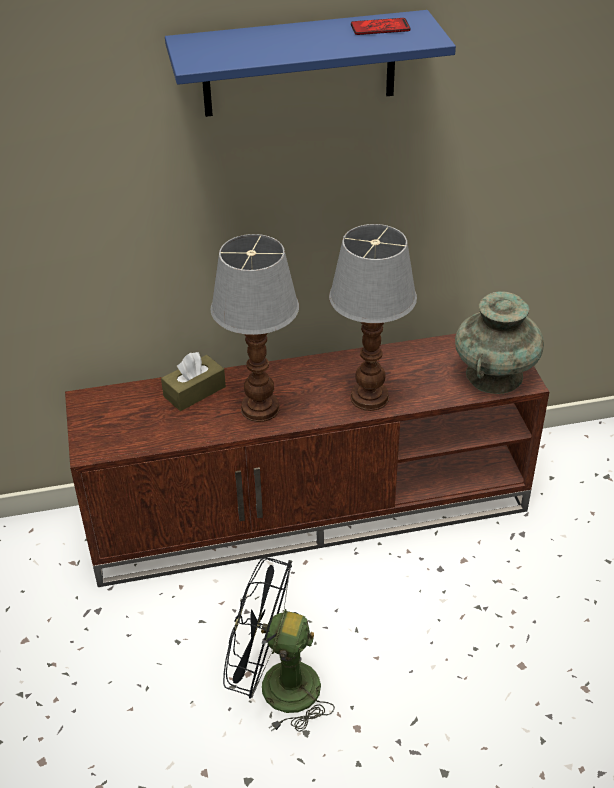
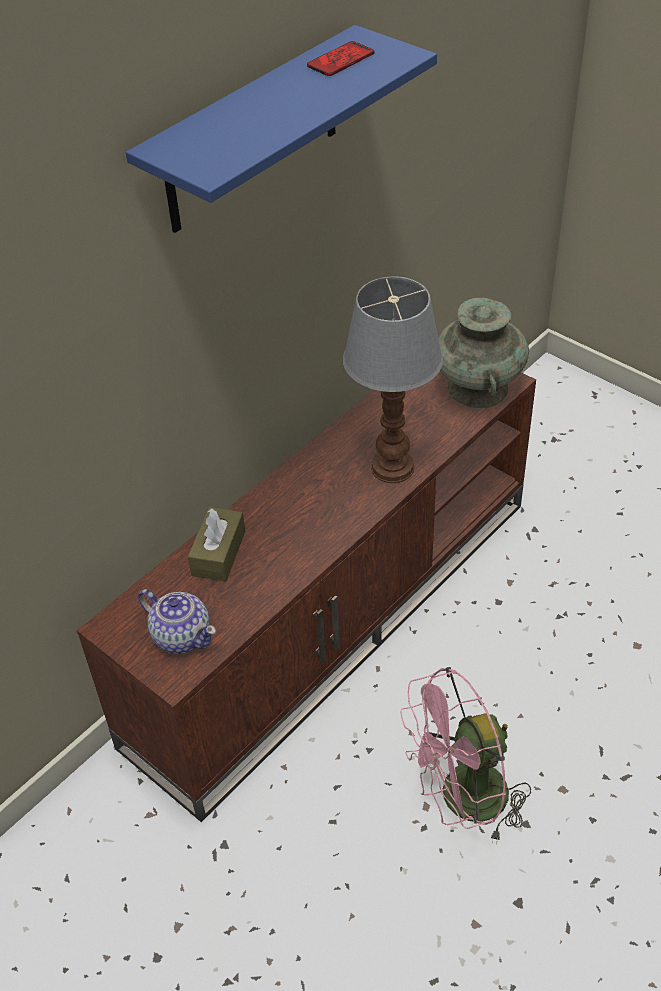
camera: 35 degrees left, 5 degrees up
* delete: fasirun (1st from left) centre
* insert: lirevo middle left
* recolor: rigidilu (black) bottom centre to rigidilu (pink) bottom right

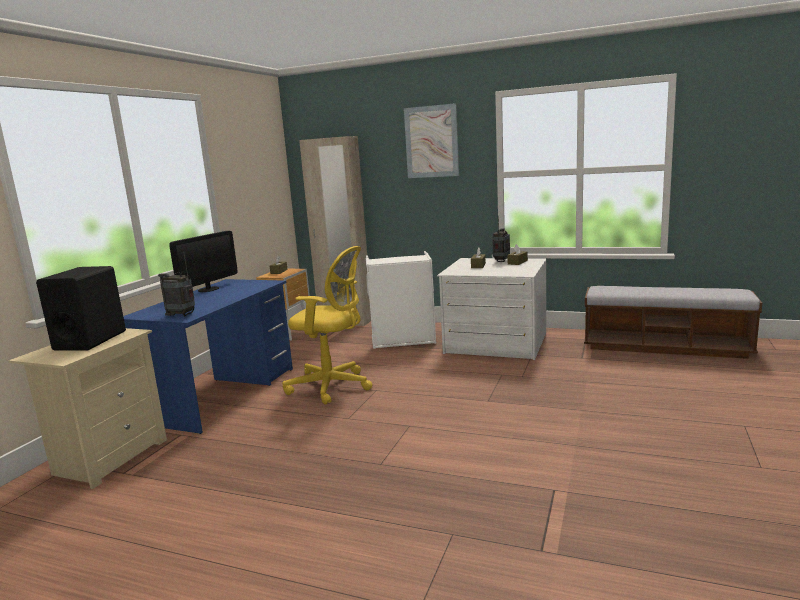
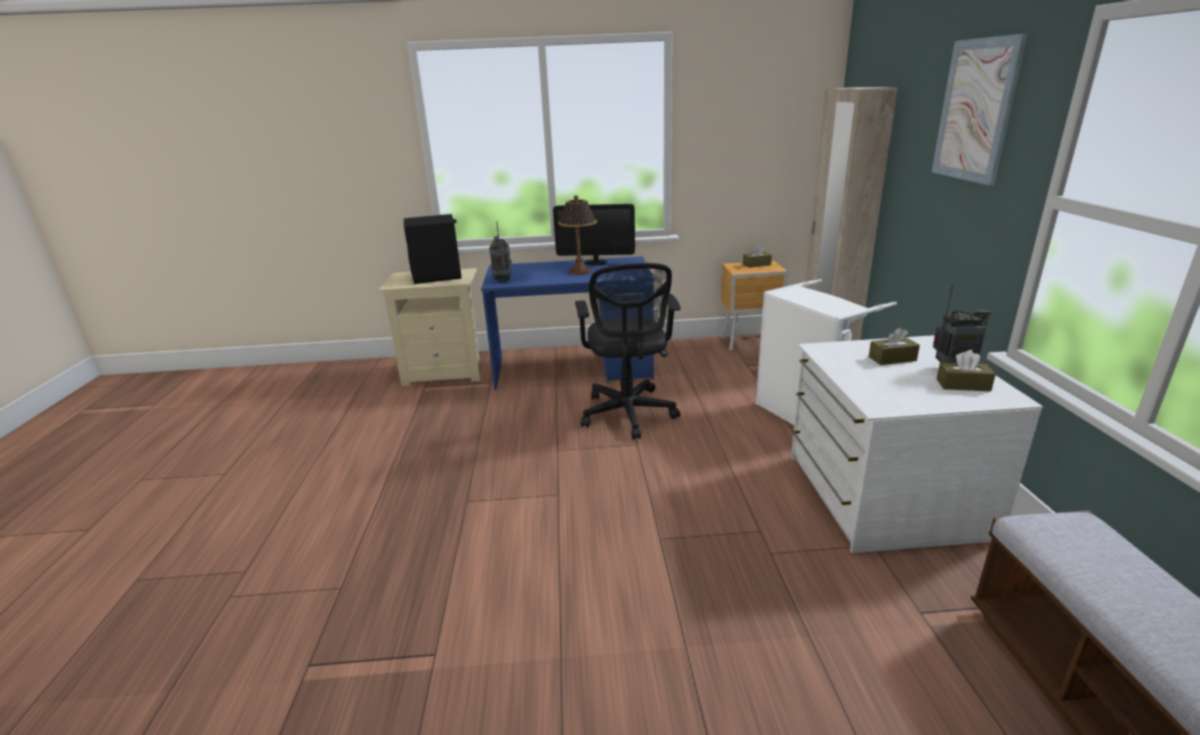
camera: 65 degrees right, 10 degrees up
* insert: fasirun top centre
* recolor: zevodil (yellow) centre to zevodil (black) centre

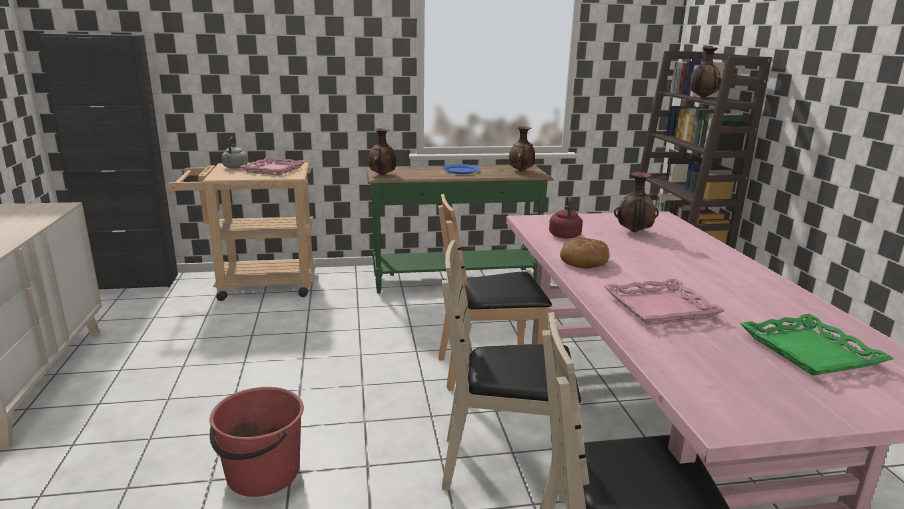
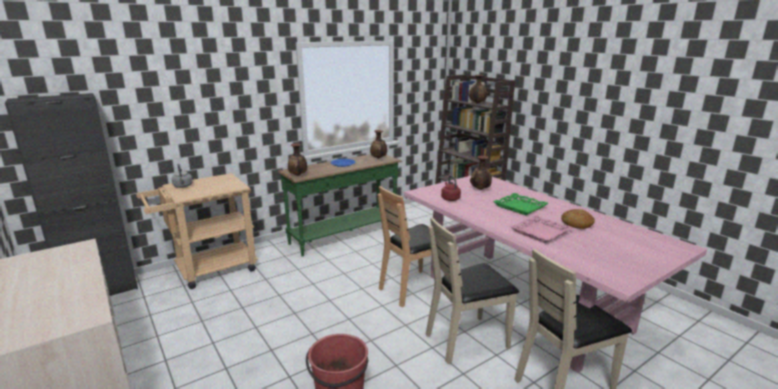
camera: 25 degrees left, 0 degrees up
* delete: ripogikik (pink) (1st from left) top left
* move: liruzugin centre to middle right
* move: ripogikik (green) bottom right to middle right

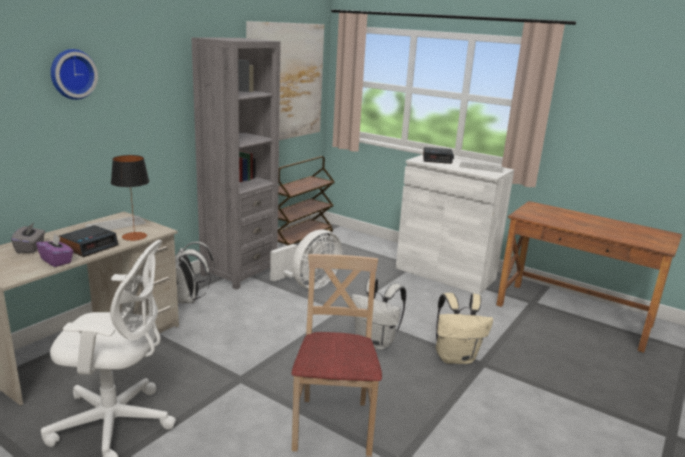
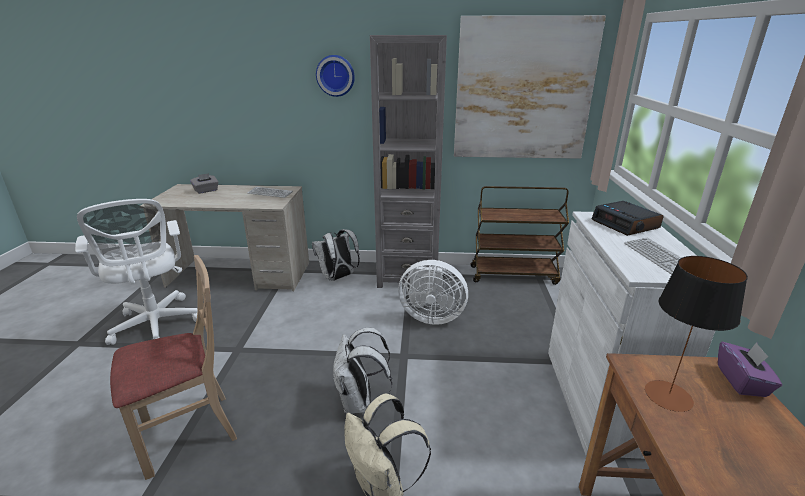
camera: 60 degrees right, 5 degrees up
* delete: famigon (1st from left) middle left
* move: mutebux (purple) middle left to bottom right
* move: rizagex top left to top centre
* move: fasirun middle left to bottom right

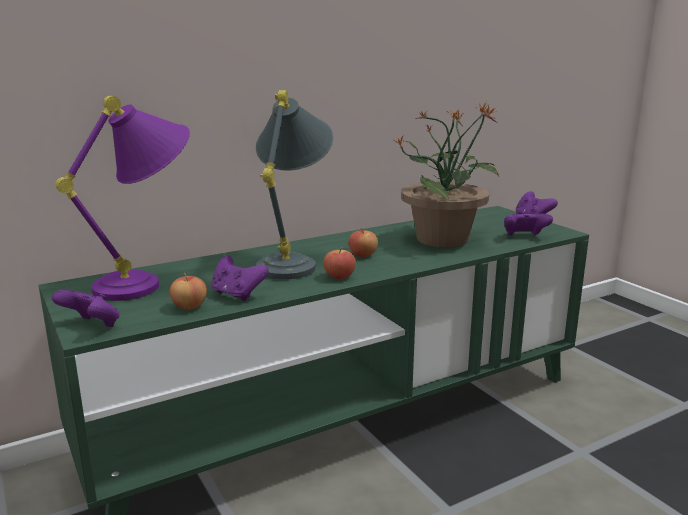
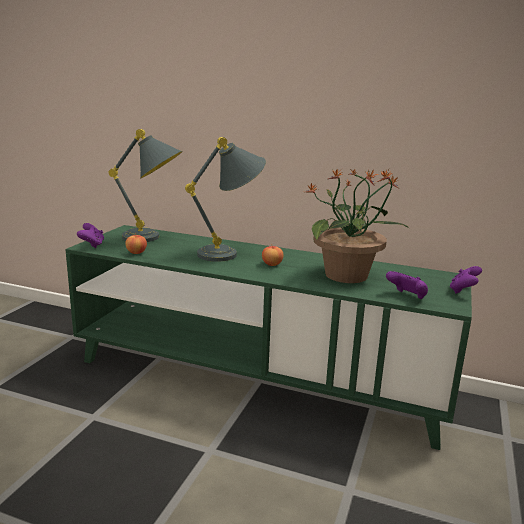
camera: 50 degrees right, 0 degrees up
* delete: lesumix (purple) (2nd from left) centre
* delete: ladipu (2nd from left) centre
* recolor: fasirun (purple) middle left to fasirun (grey) (1st from left) middle left

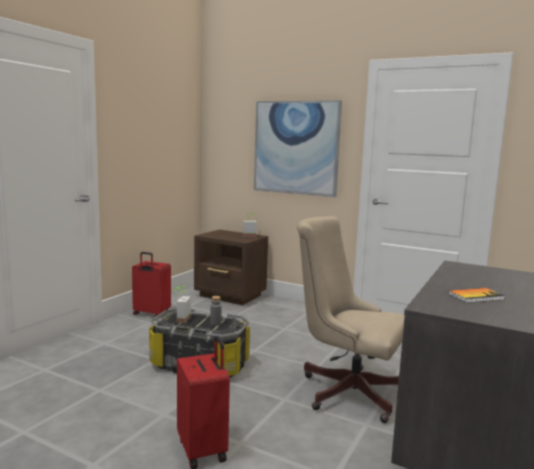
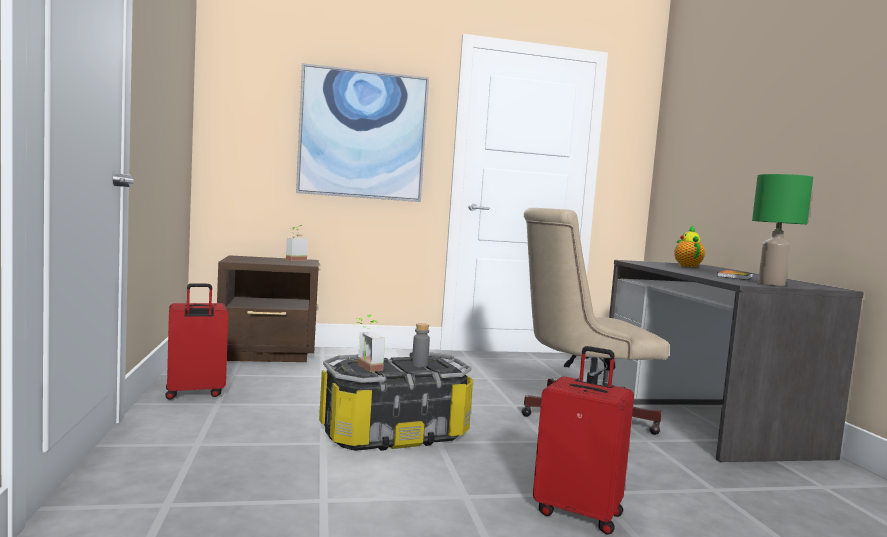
camera: 40 degrees left, 5 degrees down
* insert: lirevo middle right
* insert: fasirun (green) middle right

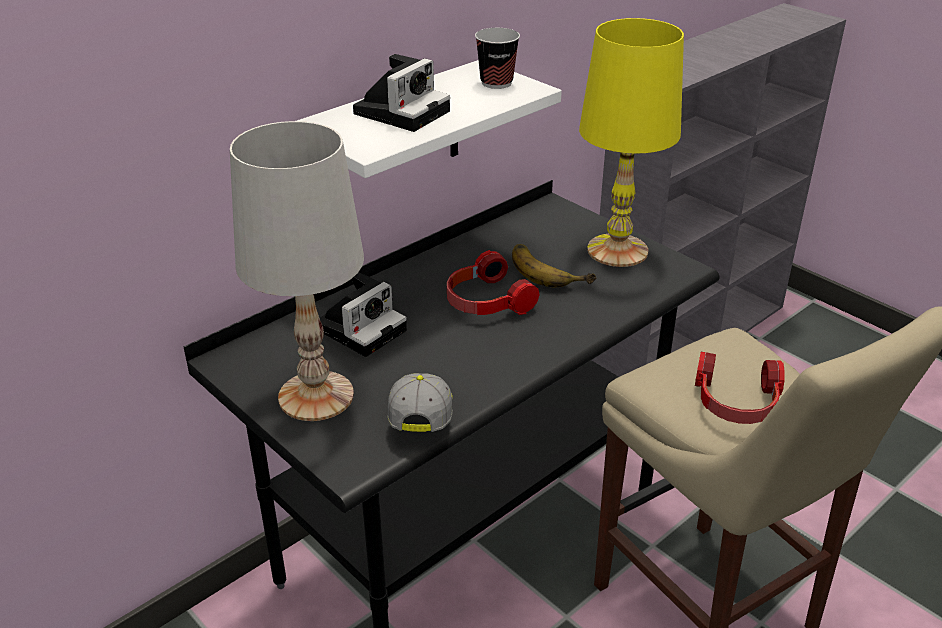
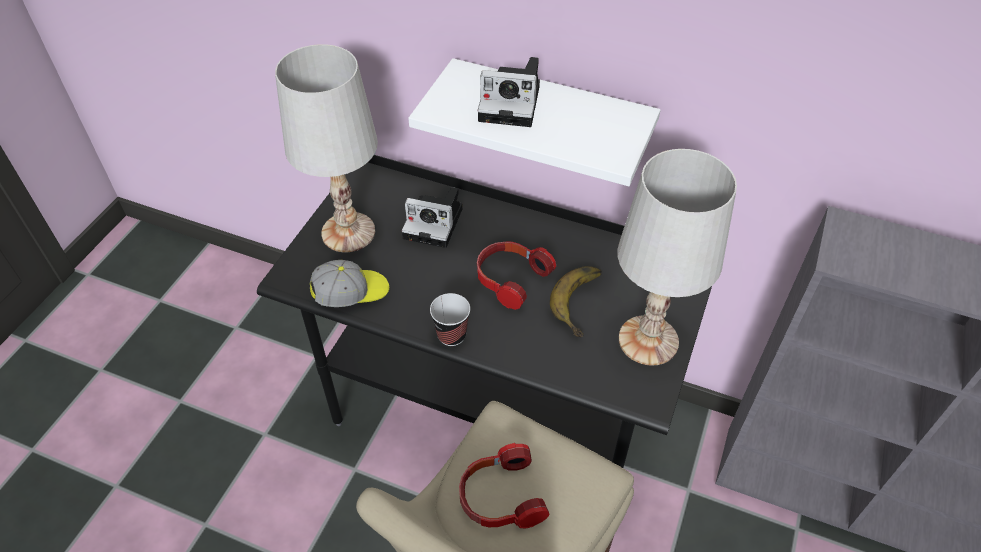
camera: 65 degrees right, 15 degrees up
* move: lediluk top centre to centre
* recolor: fasirun (yellow) top right to fasirun (white) (2nd from left) middle right

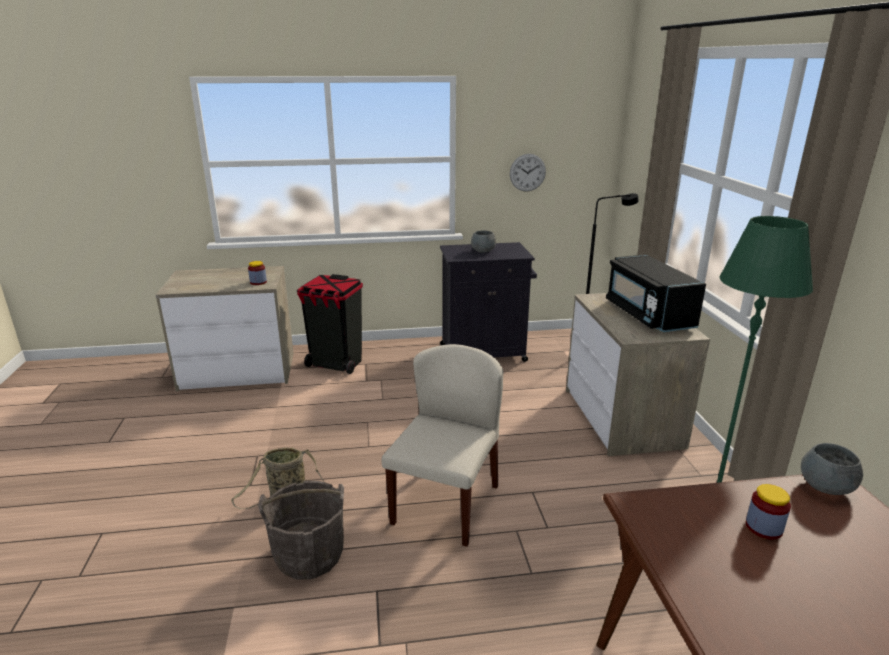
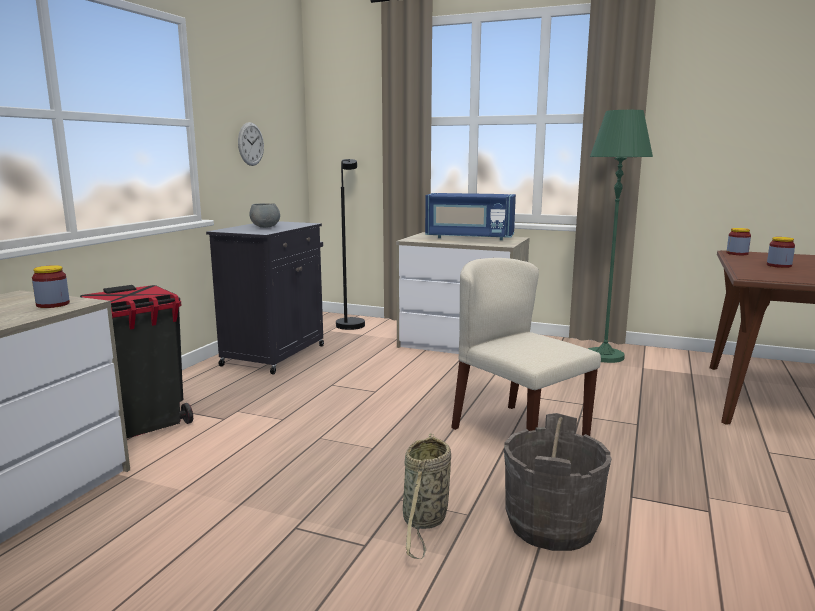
camera: 60 degrees left, 10 degrees down
* replace: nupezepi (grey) (2nd from left) bottom right to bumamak (2nd from left) middle right
* recolor: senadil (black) middle right to senadil (blue) centre

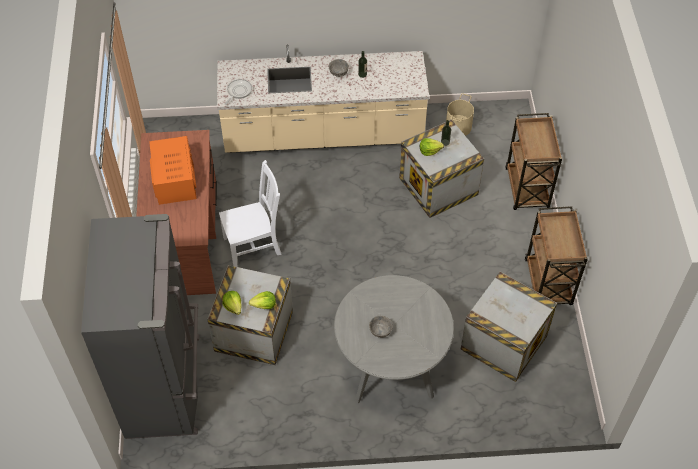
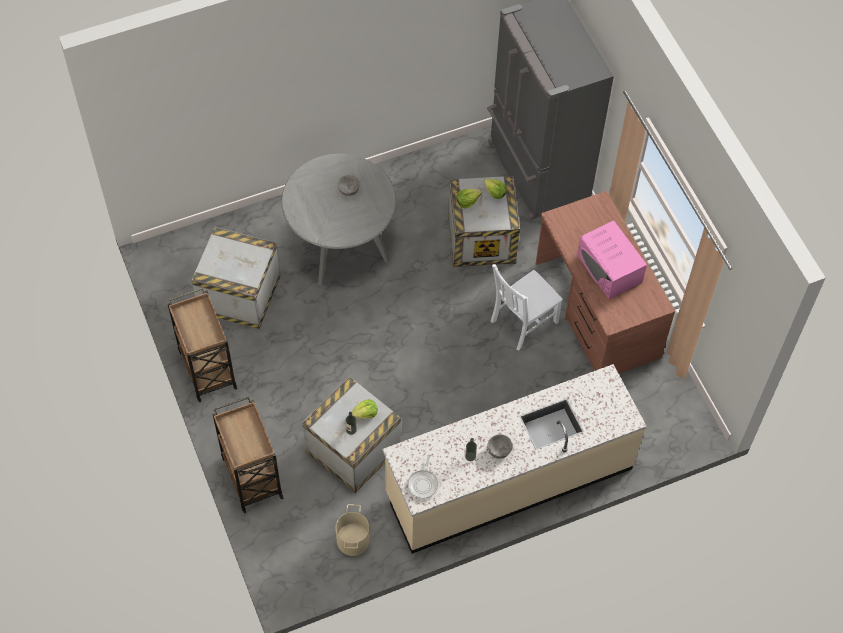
camera: 160 degrees right, 5 degrees up
* move: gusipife top centre to bottom centre
* recolor: senadil (orange) middle left to senadil (pink) middle right

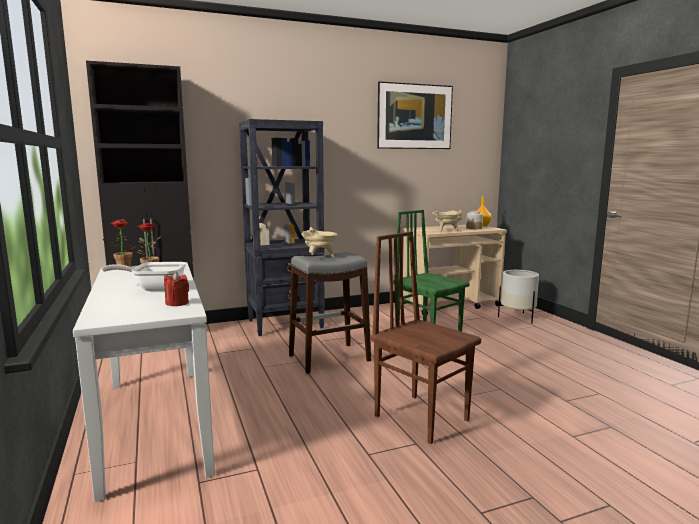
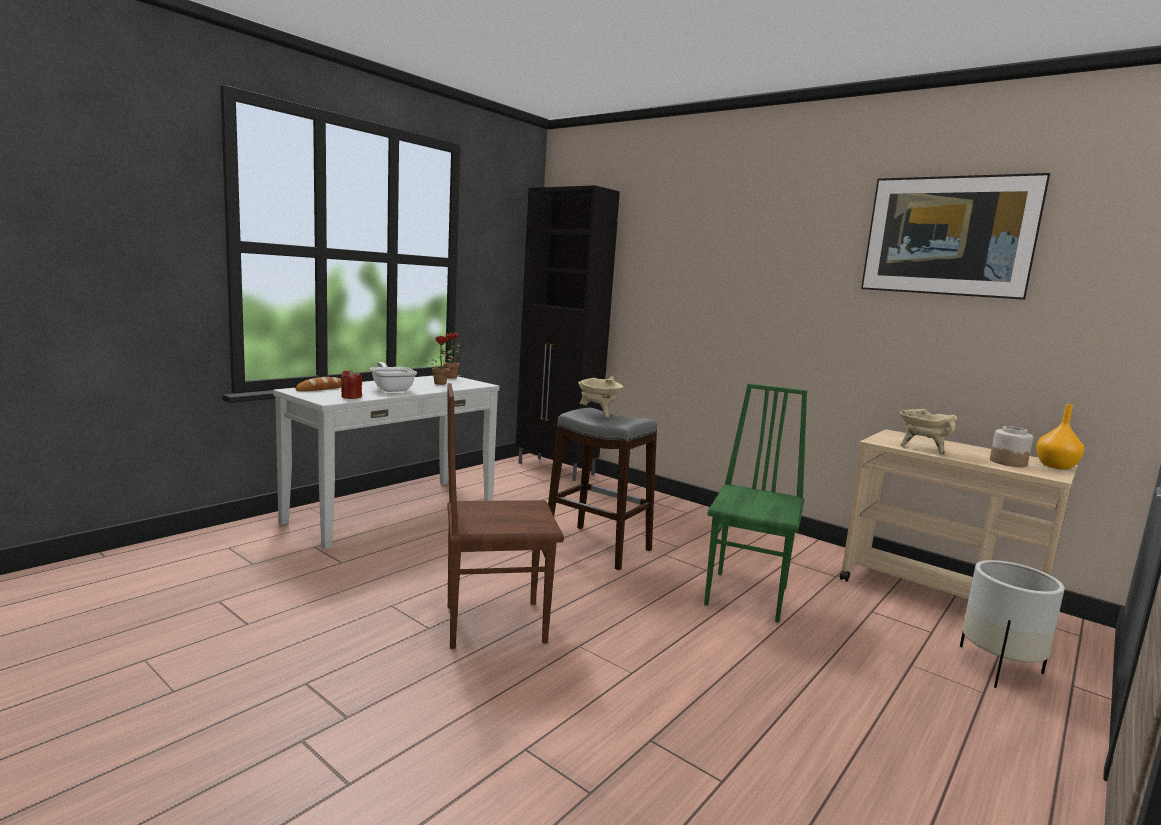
camera: 60 degrees right, 0 degrees up
* delete: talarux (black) centre
* insert: liruzugin middle left
* rotate: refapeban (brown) centre = centre 120 degrees counterclockwise

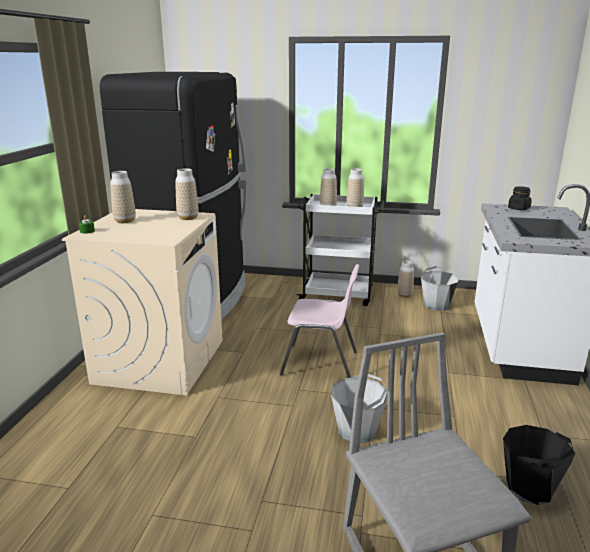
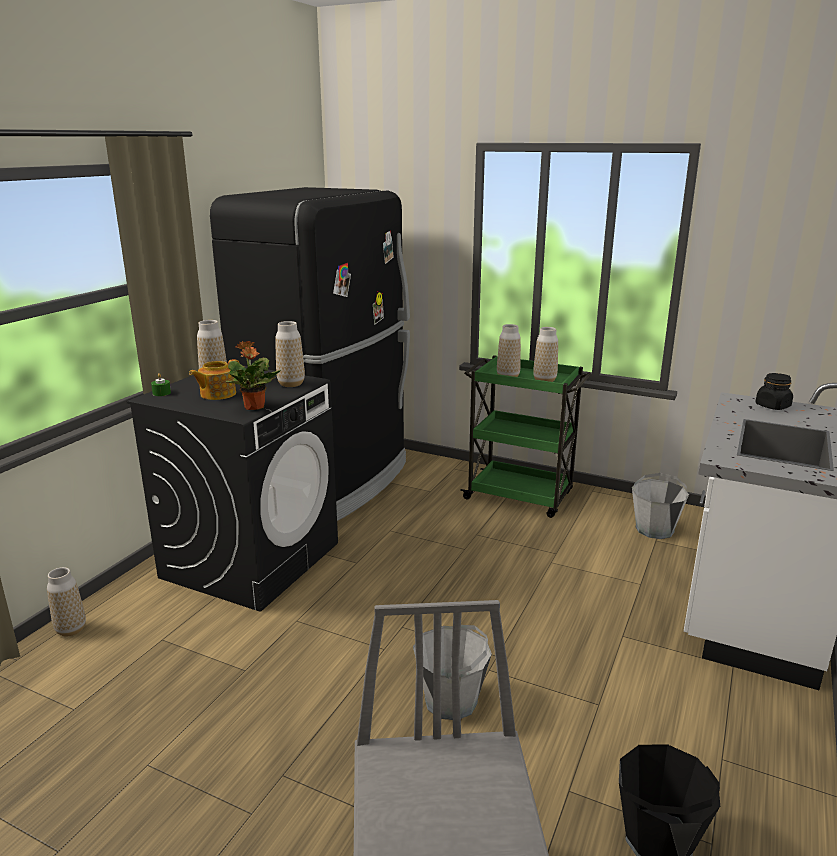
camera: 15 degrees right, 0 degrees up
* delete: refapeban (pink) centre
* insert: lirevo middle left
* insert: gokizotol middle left
* move: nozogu (5th from left in the first image) middle right to nozogu (1st from left) bottom left
* recolor: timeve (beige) middle left to timeve (black) middle left
* recolor: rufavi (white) centre to rufavi (green) centre

